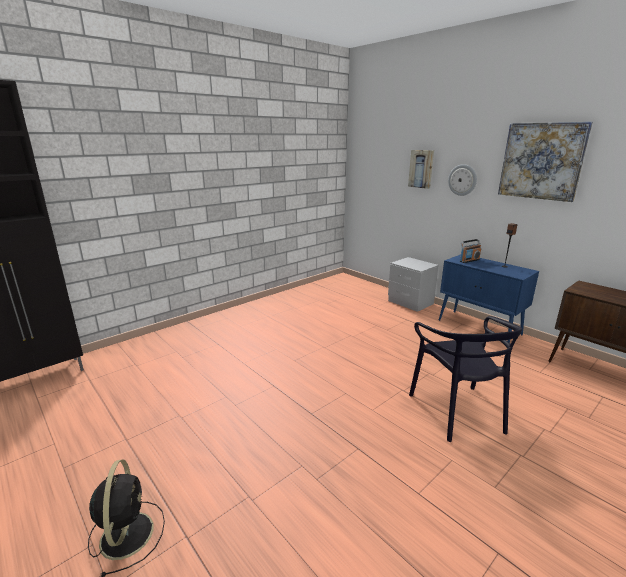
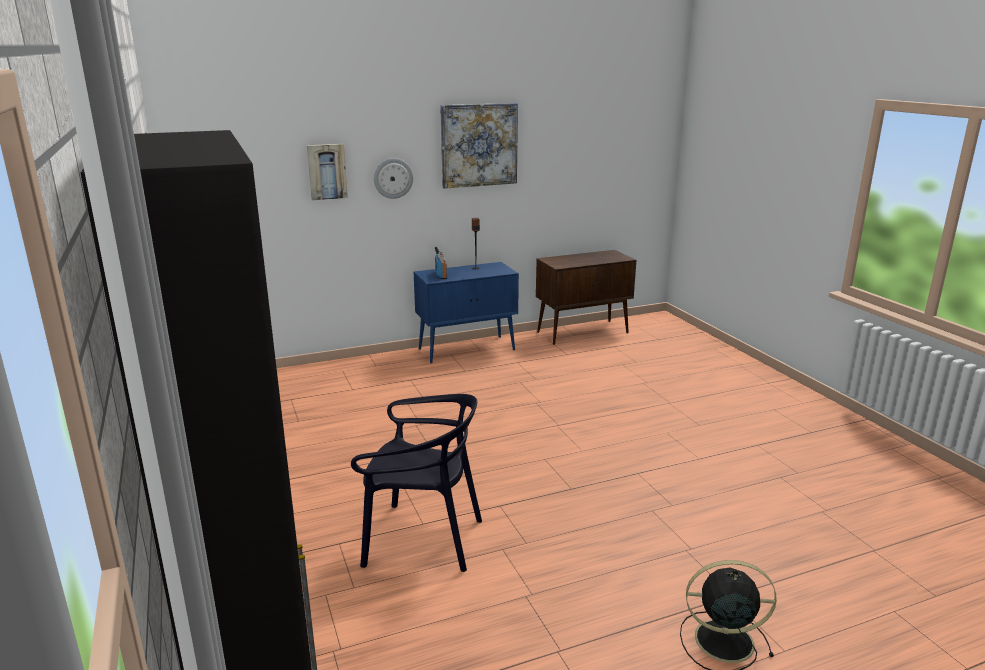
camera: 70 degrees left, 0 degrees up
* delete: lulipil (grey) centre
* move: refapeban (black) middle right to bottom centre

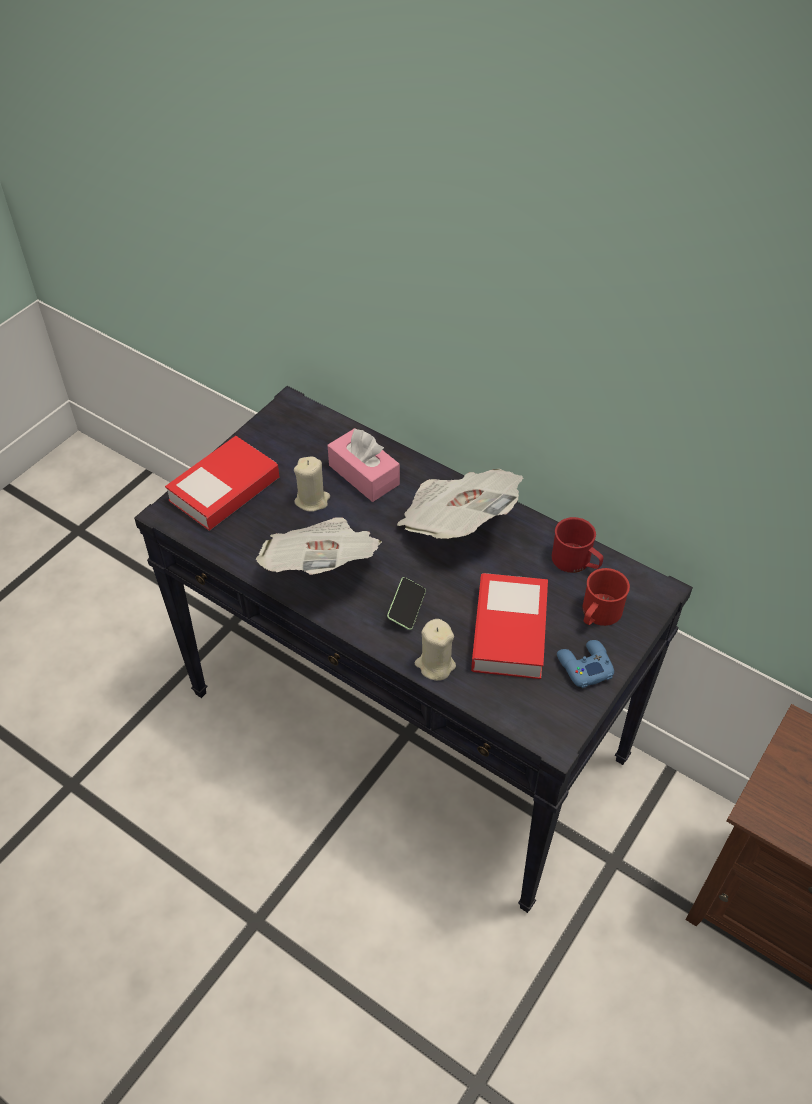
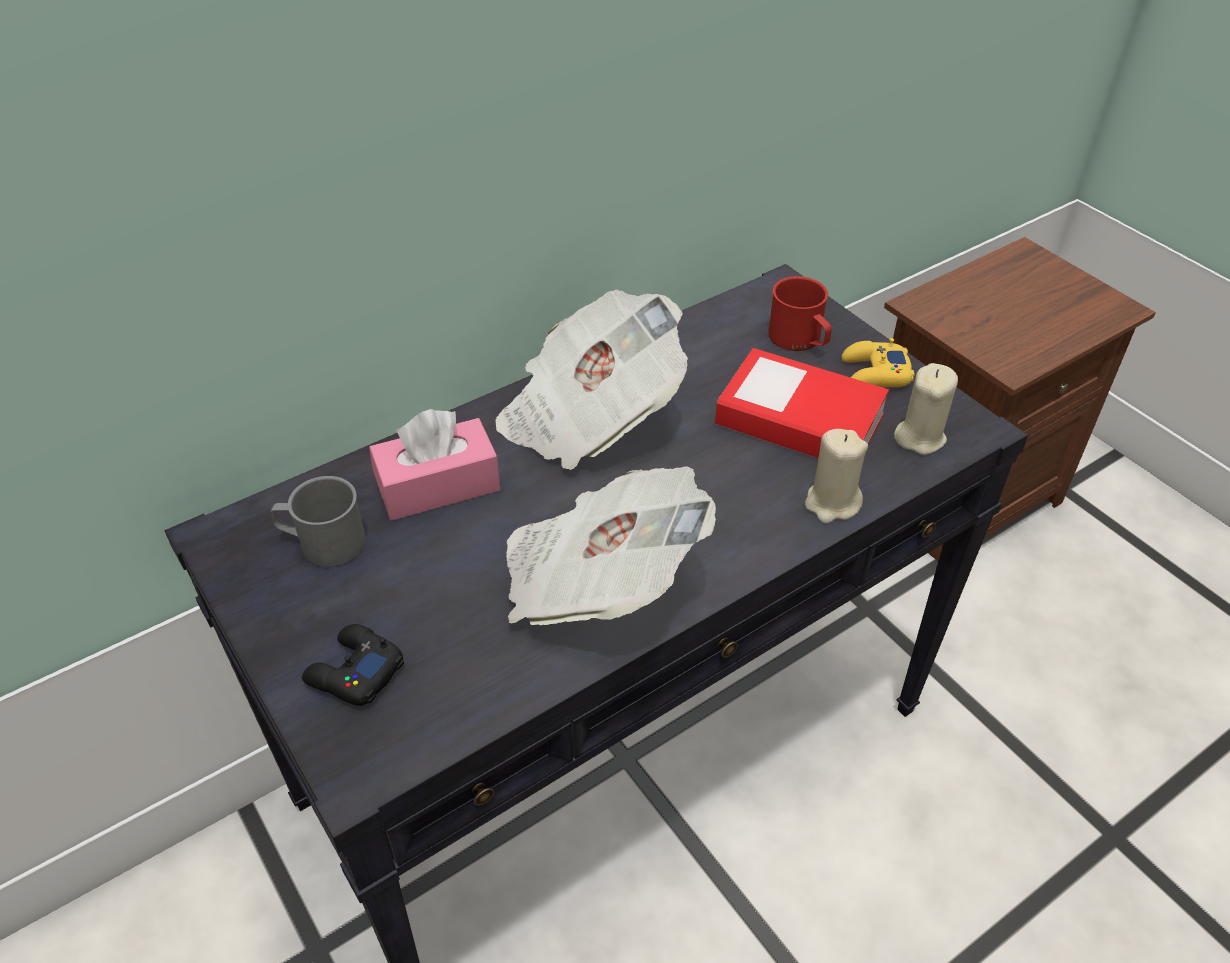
camera: 70 degrees left, 5 degrees down
* delete: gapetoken centre
* delete: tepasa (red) (1st from left) middle right
* insert: tepasa (grey) middle left
* move: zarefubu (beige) (1st from left in the first image) centre to zarefubu (beige) (2nd from left) middle right
* replace: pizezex (1st from left) middle left to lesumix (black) bottom left
* recolor: lesumix (blue) middle right to lesumix (yellow) middle right

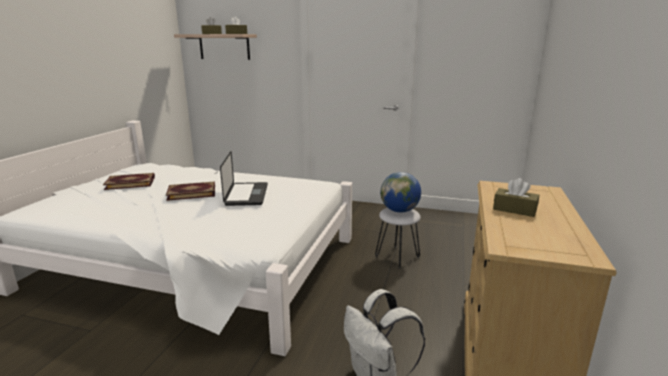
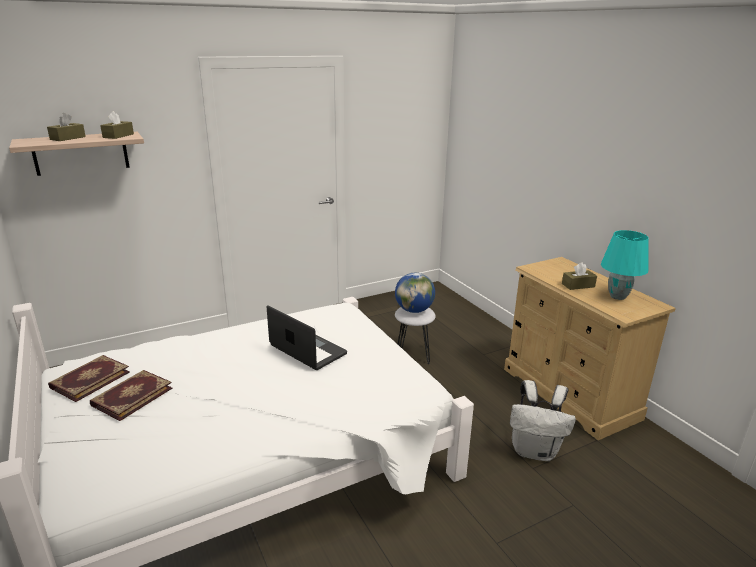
camera: 45 degrees left, 5 degrees up
* insert: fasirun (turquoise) middle right
* move: pizezex (2nd from left in the first image) middle left to pizezex (1st from left) bottom left

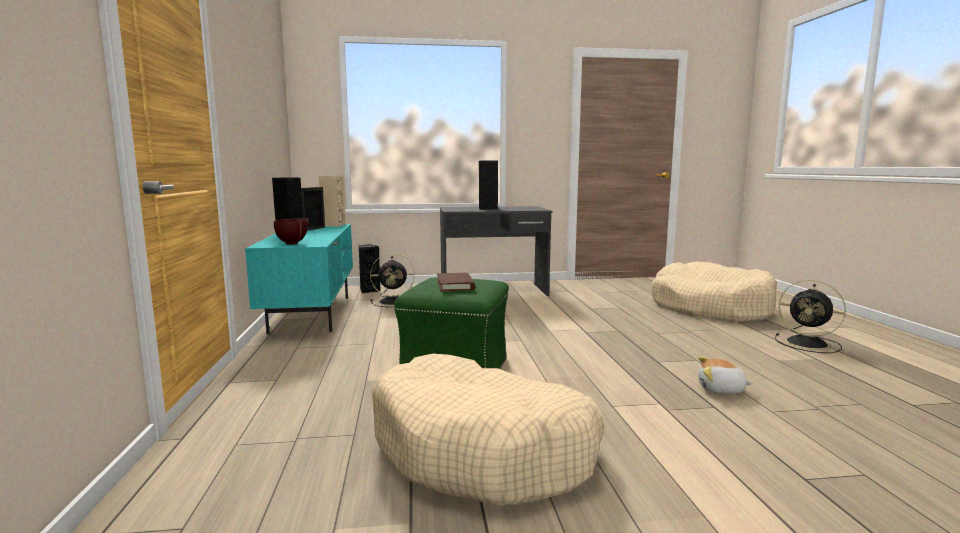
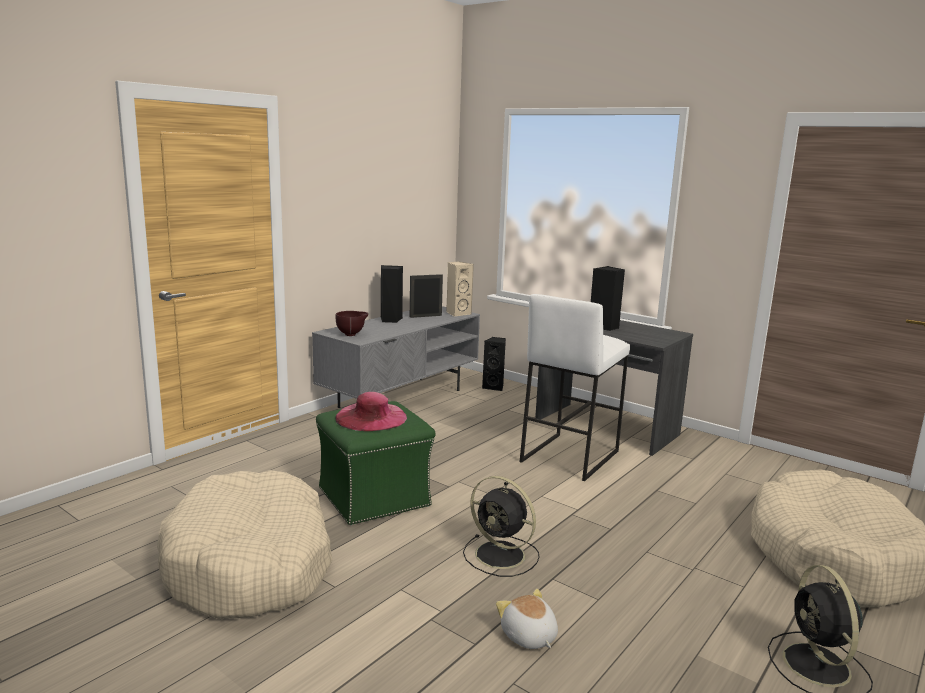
camera: 45 degrees right, 5 degrees up
* insert: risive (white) centre
* move: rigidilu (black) (1st from left) centre to bottom centre
* replace: pizezex (brown) centre to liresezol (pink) centre
* recolor: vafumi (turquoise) middle left to vafumi (grey) centre

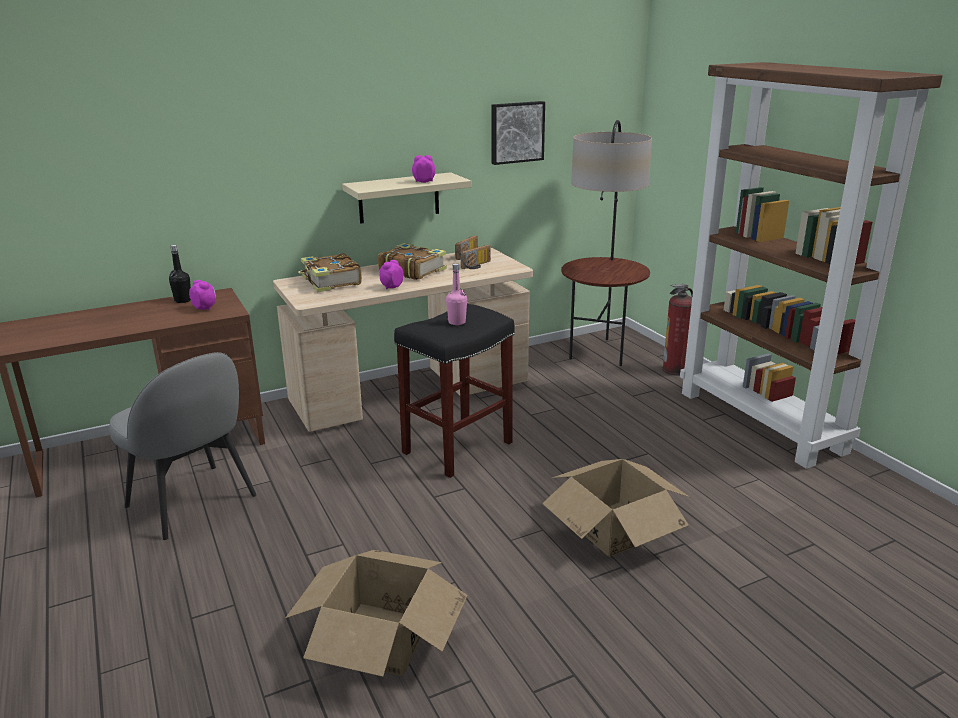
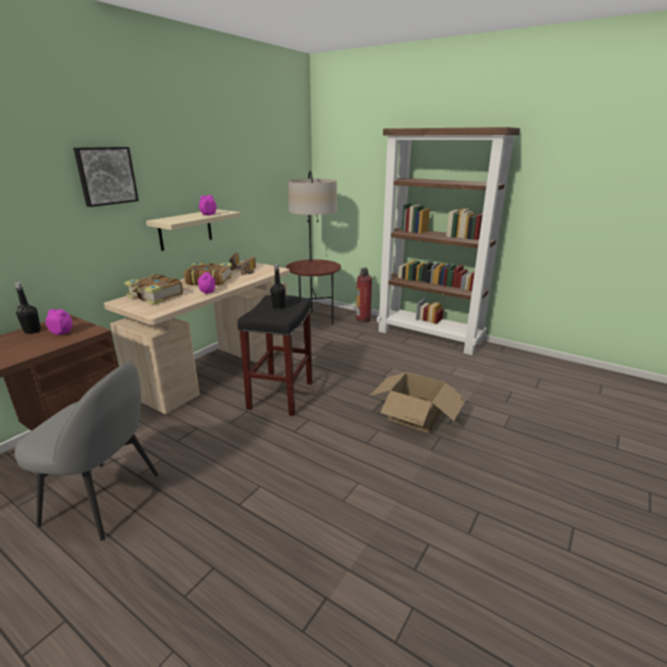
camera: 30 degrees left, 0 degrees up
* delete: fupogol (1st from left) bottom centre
* move: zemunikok top centre to top left
* recolor: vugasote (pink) centre to vugasote (black) (2nd from left) centre

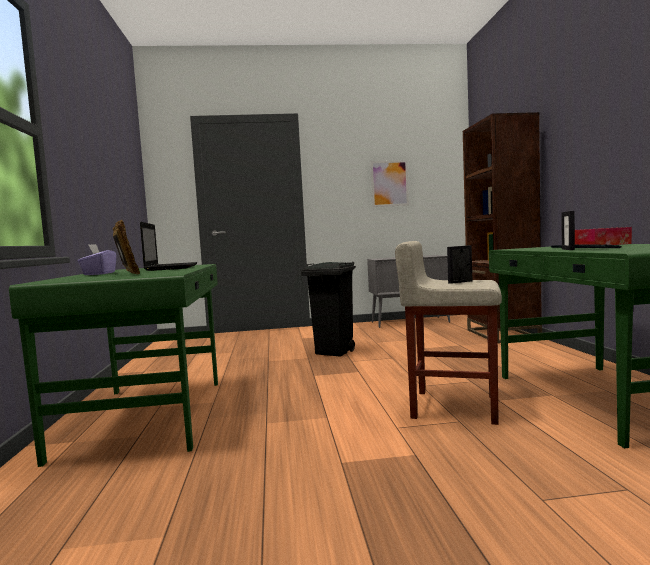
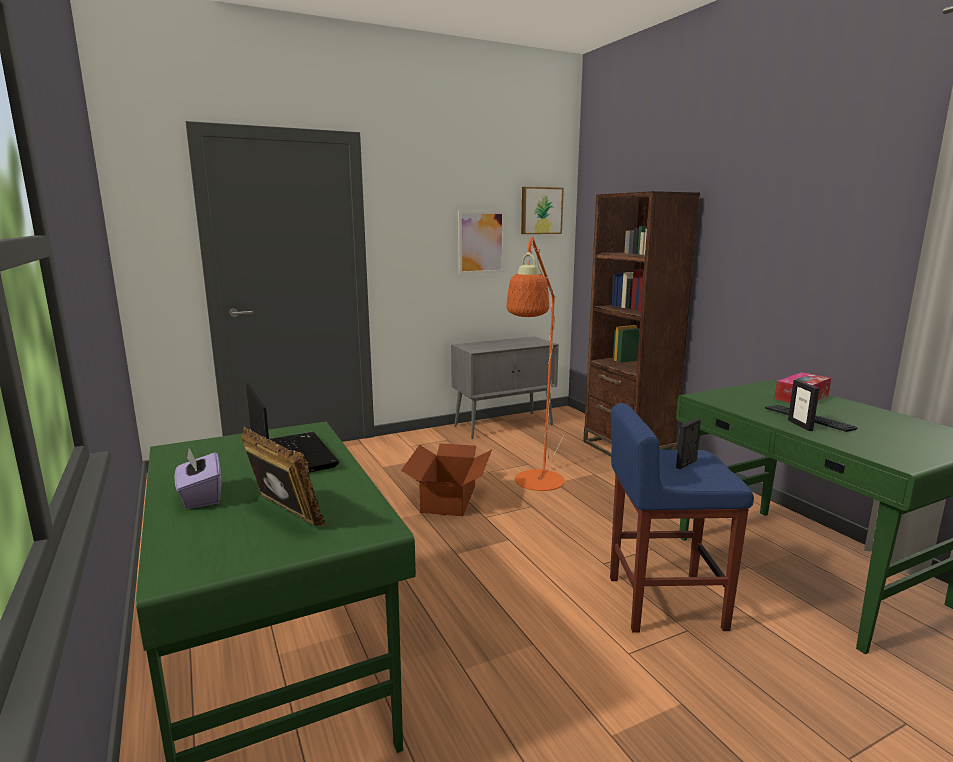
camera: 20 degrees left, 10 degrees up
* insert: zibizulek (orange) centre
* insert: zemunikok (2nd from left) top centre
* replace: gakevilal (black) centre to fupogol centre
* recolor: risive (beige) middle right to risive (blue) bottom right

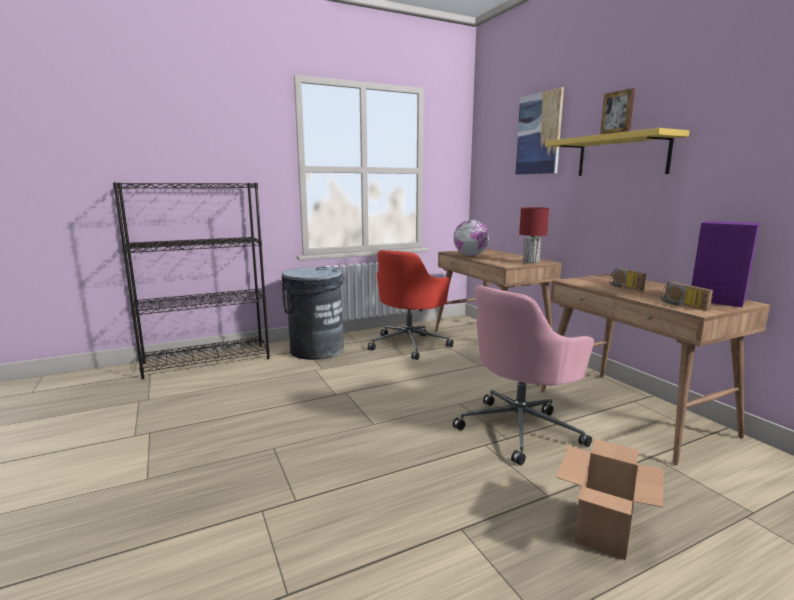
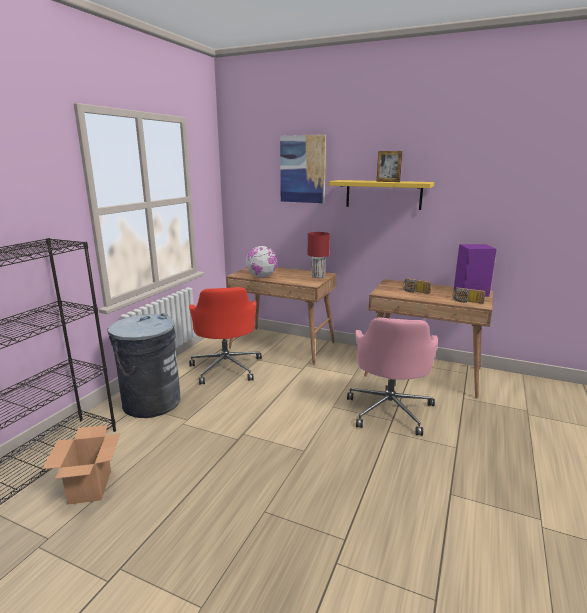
camera: 40 degrees left, 5 degrees up
* move: fupogol bottom right to bottom left

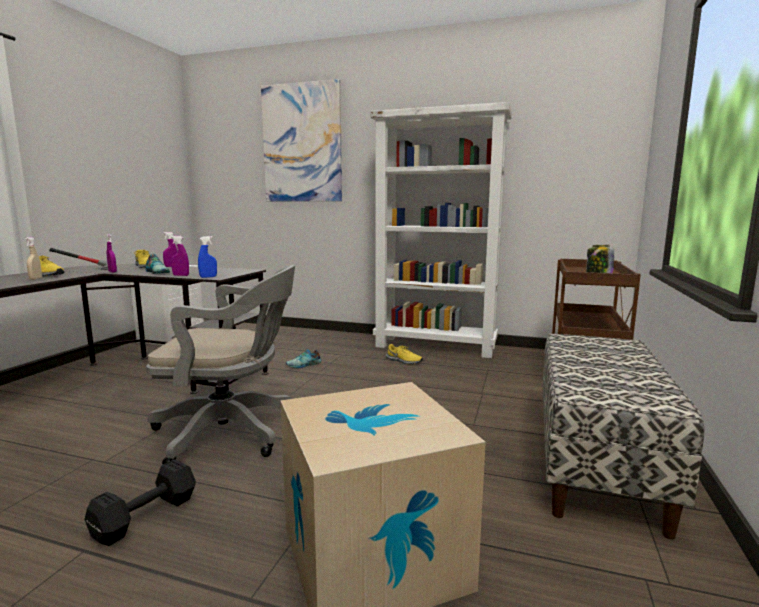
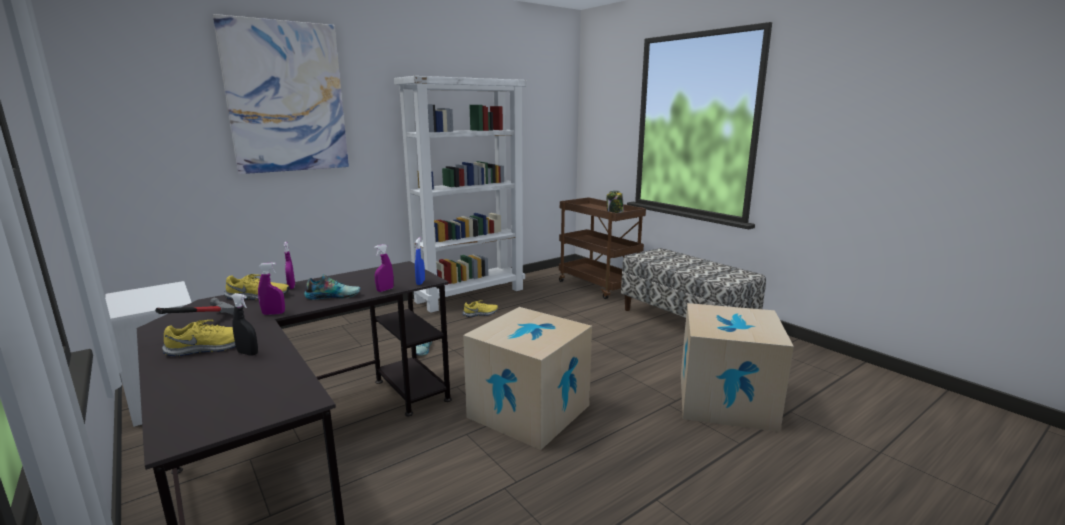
camera: 55 degrees left, 5 degrees up
* delete: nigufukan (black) bottom left
* replace: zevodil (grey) middle left to fupogol (1st from left) bottom centre
* recolor: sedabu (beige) middle left to sedabu (black) middle left

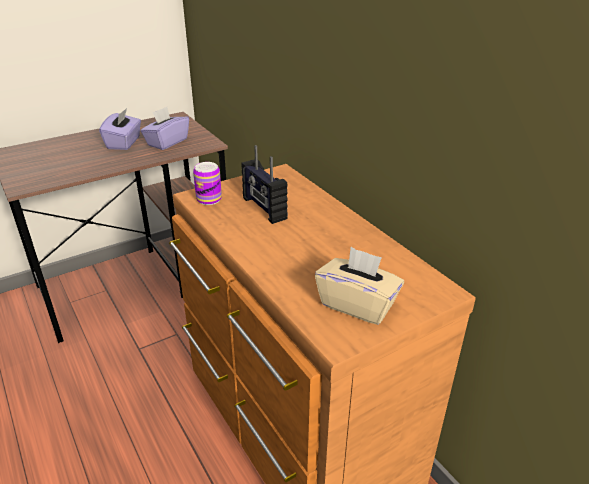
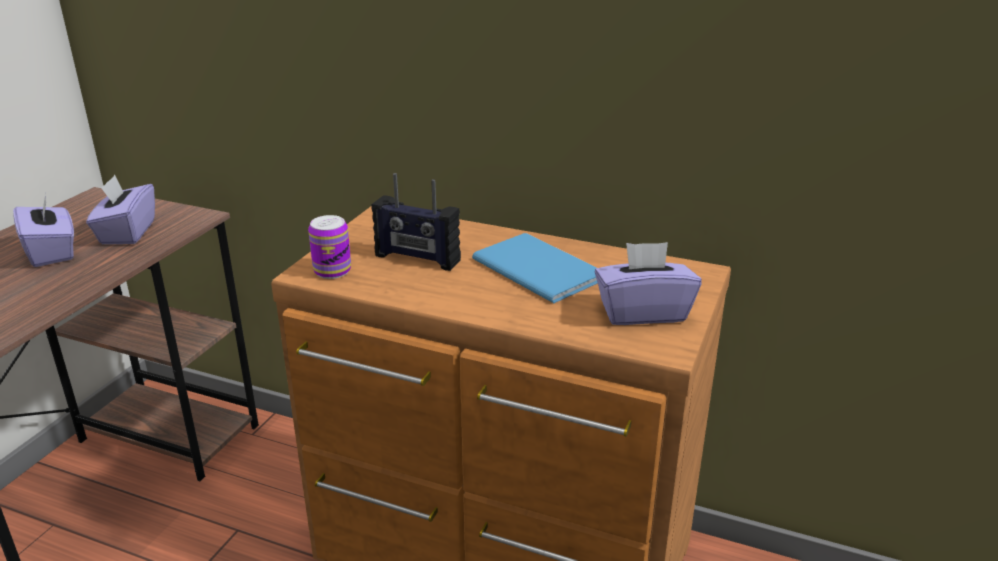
camera: 35 degrees left, 5 degrees down
* insert: pizezex (blue) centre
* recolor: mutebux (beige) centre to mutebux (purple) (3rd from left) centre

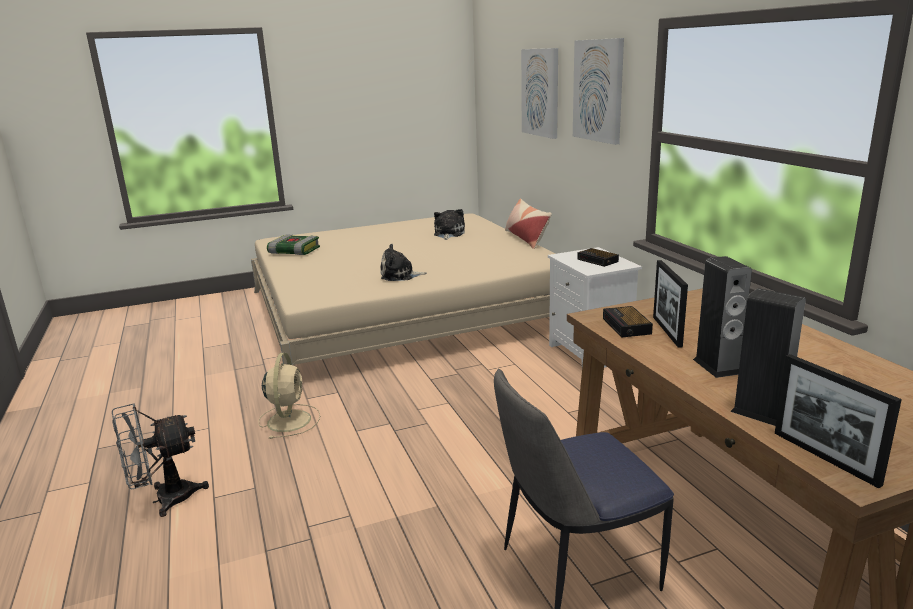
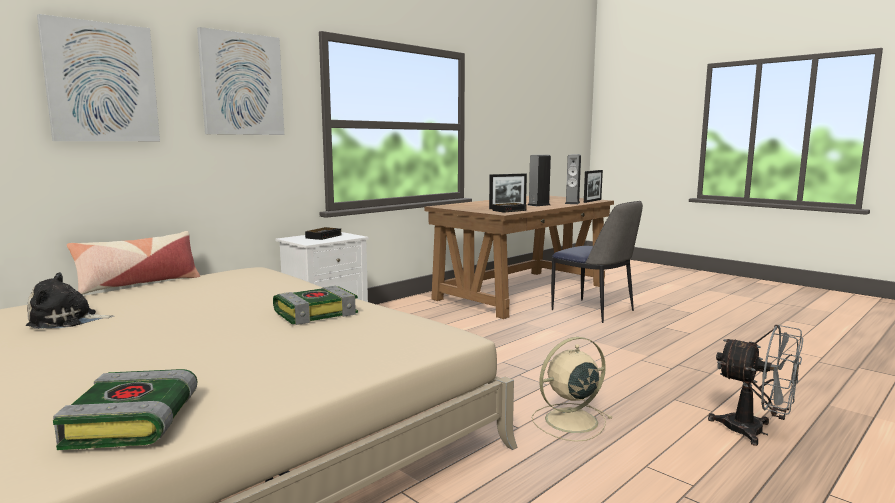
camera: 115 degrees left, 10 degrees down
* replace: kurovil (1st from left) centre to pizezex (2nd from left) centre

